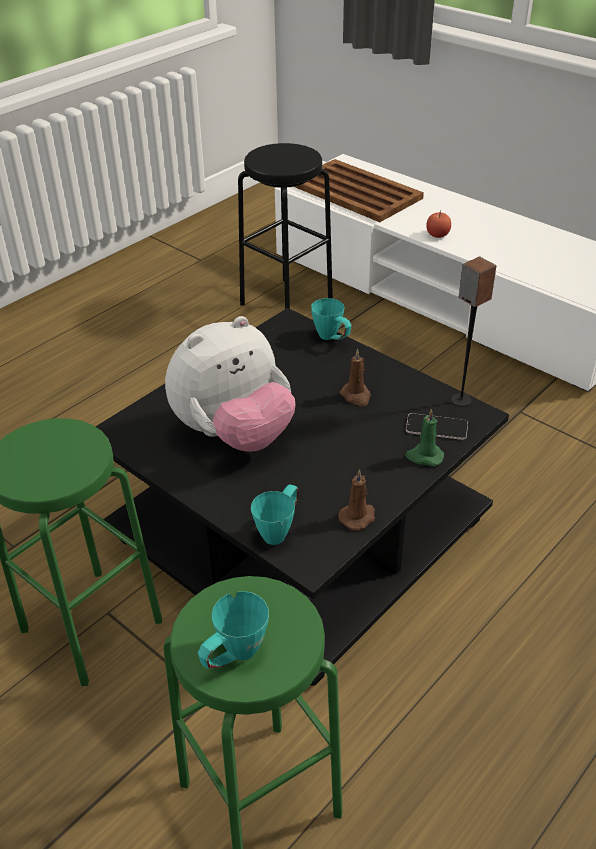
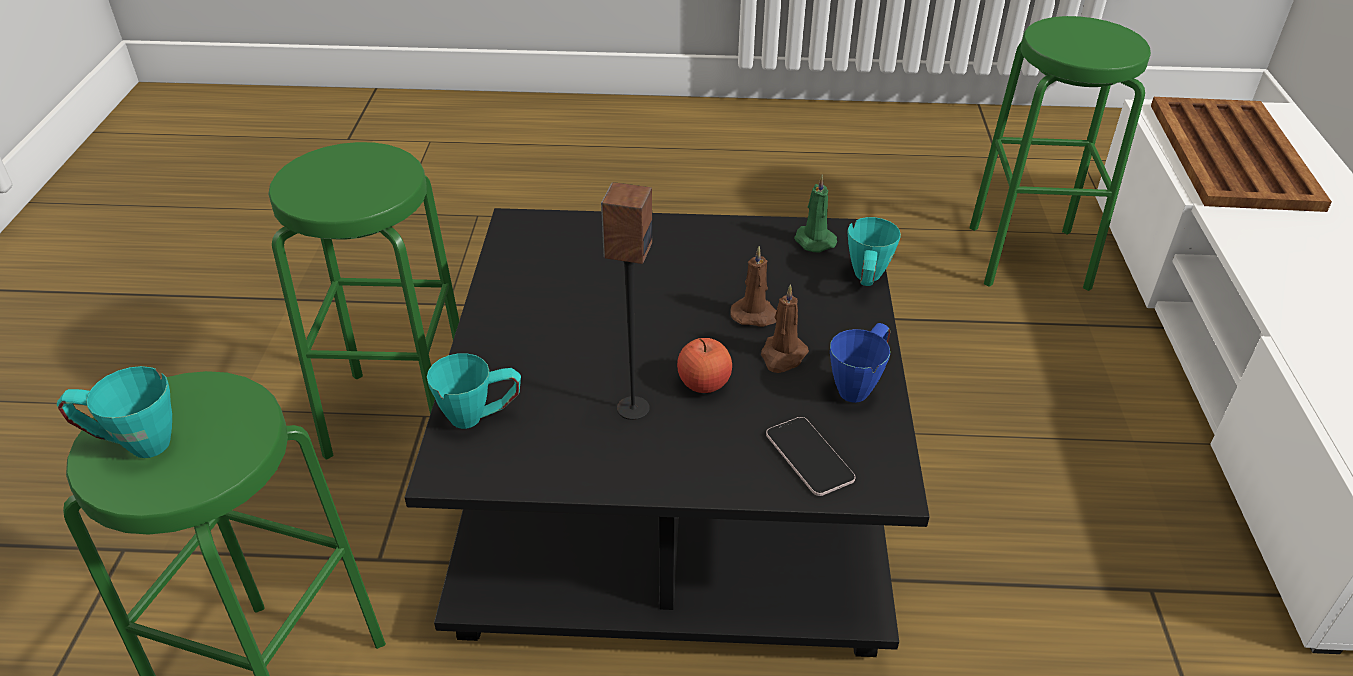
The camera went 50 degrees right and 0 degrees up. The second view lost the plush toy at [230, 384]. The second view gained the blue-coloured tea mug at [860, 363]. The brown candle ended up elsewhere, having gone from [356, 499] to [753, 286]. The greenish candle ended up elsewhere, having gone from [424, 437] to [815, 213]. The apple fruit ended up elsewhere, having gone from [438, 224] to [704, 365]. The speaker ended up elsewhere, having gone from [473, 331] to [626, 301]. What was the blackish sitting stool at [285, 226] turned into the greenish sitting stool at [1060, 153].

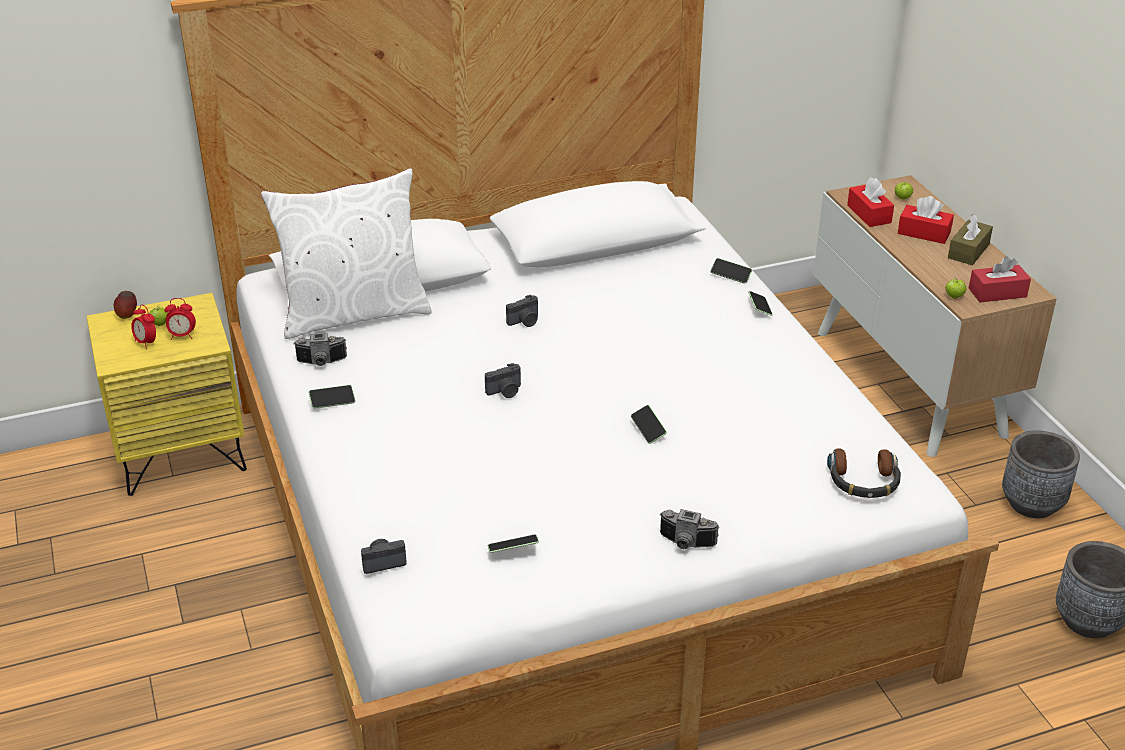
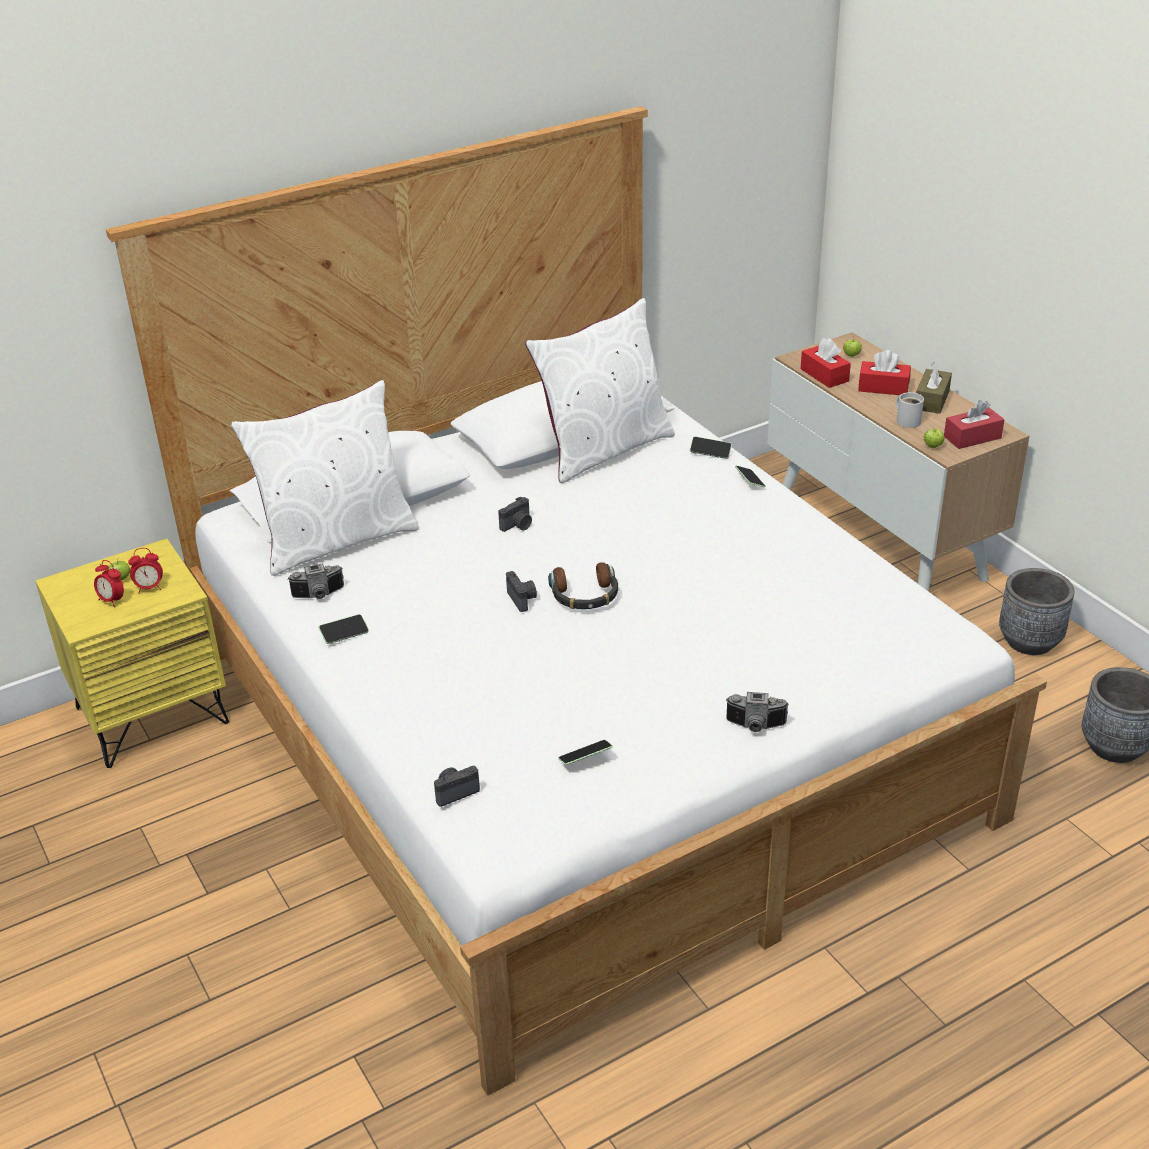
The camera went 10 degrees left and 0 degrees up. The second view lost the apple fruit at [125, 305]. The second view lost the telephone at [649, 424]. The second view gained the whitish throw pillow at [600, 390]. The second view gained the whitish tea mug at [910, 410]. The headphones ended up elsewhere, having gone from [864, 473] to [583, 585]. The still camera at [503, 380] ended up facing another way, 75 degrees counterclockwise from before.

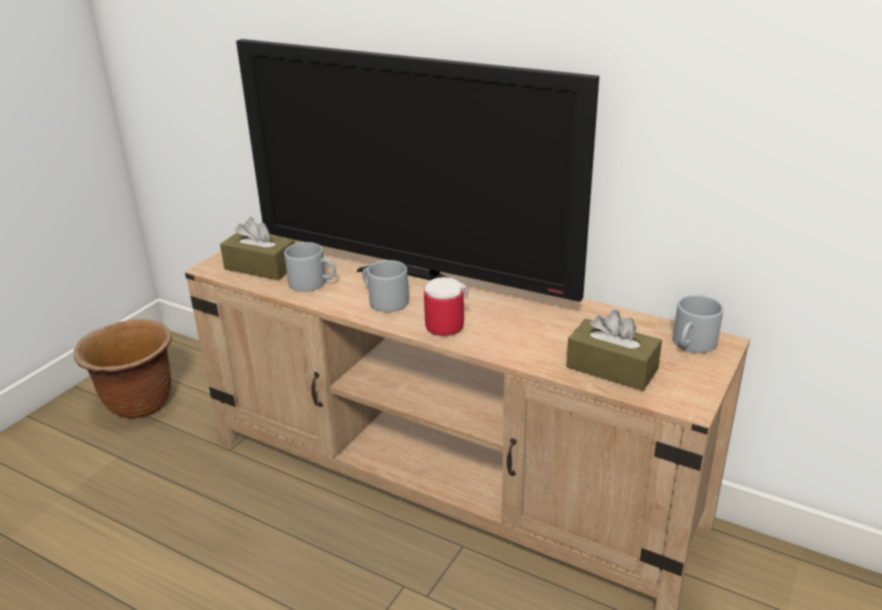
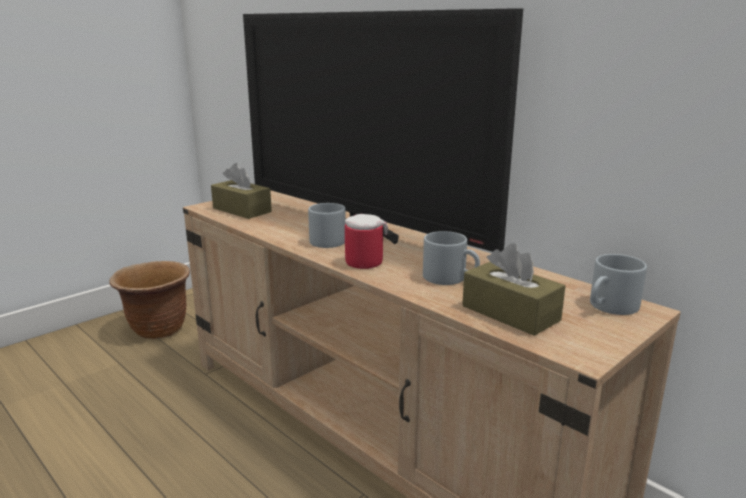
The camera went 15 degrees right and 10 degrees down. The greyish tea mug ended up elsewhere, having gone from [310, 267] to [451, 258].

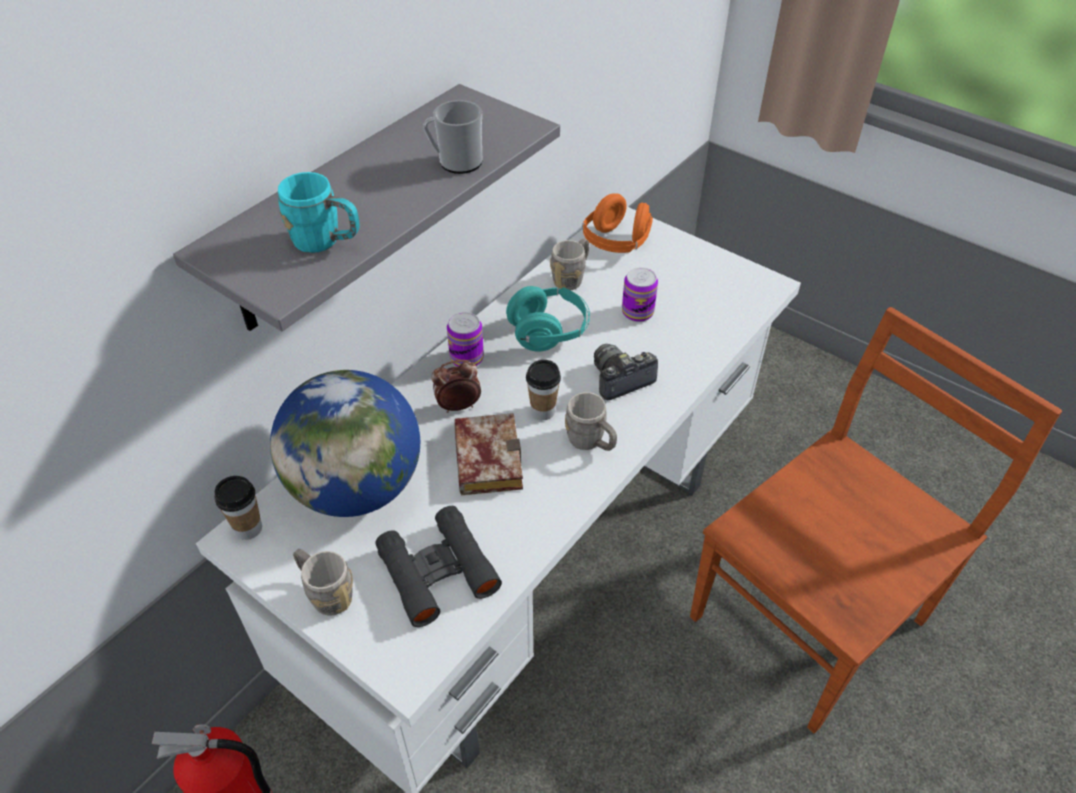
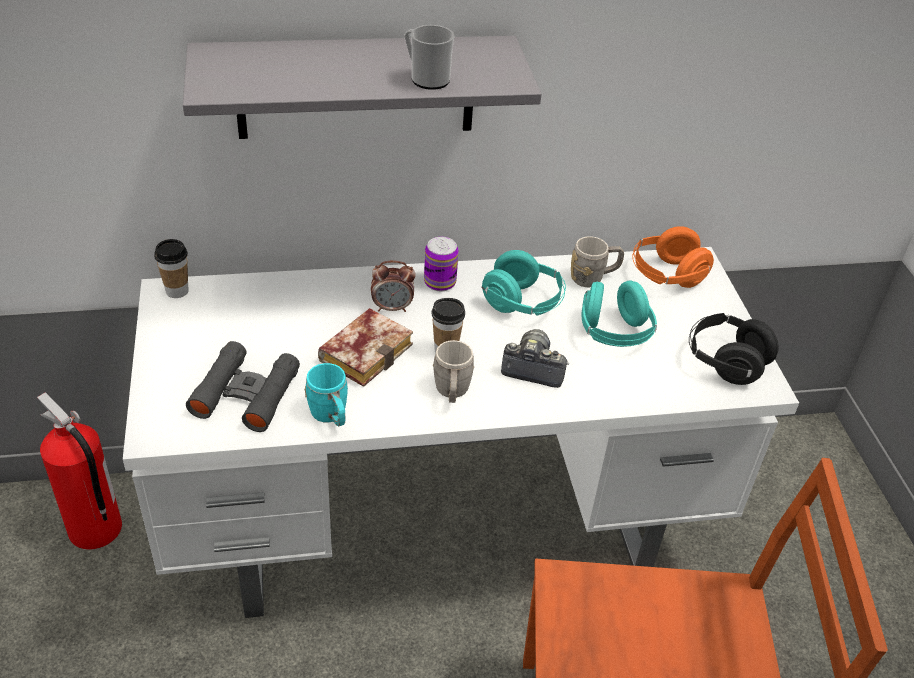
The camera went 40 degrees right and 5 degrees down. The second view lost the desk globe at [345, 443]. The second view lost the greyish tea mug at [323, 582]. The second view gained the blackish headphones at [734, 349]. The turquoise-coloured tea mug ended up elsewhere, having gone from [319, 212] to [326, 394]. Where the sealed can stood at [640, 294], the turquoise-coloured headphones came to stand at [619, 313]. The alarm clock at [456, 386] ended up facing another way, 150 degrees clockwise from before.

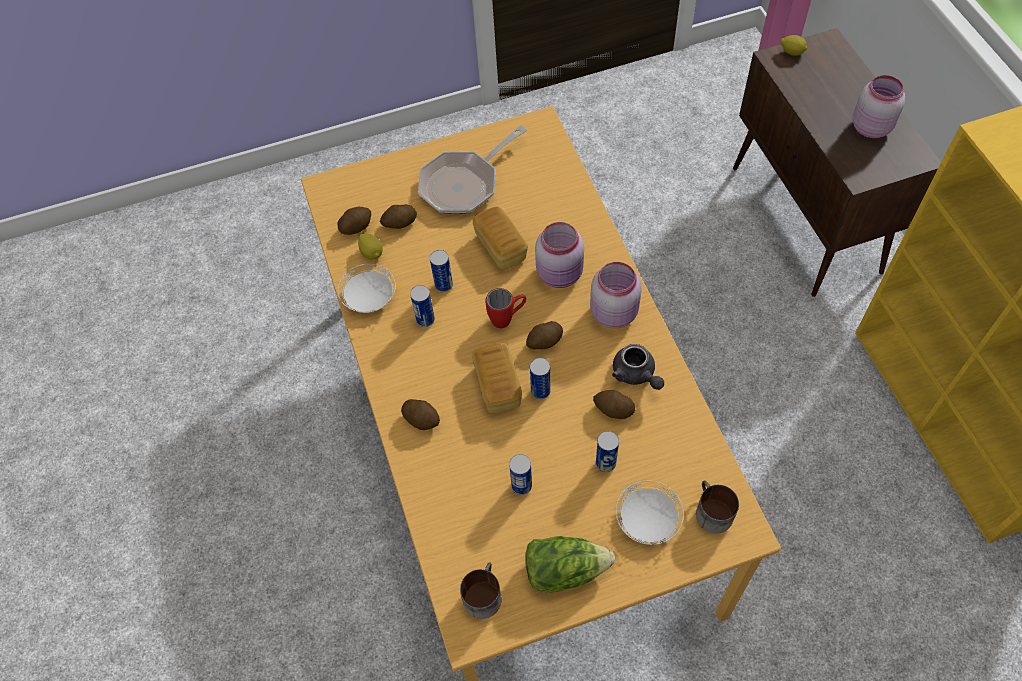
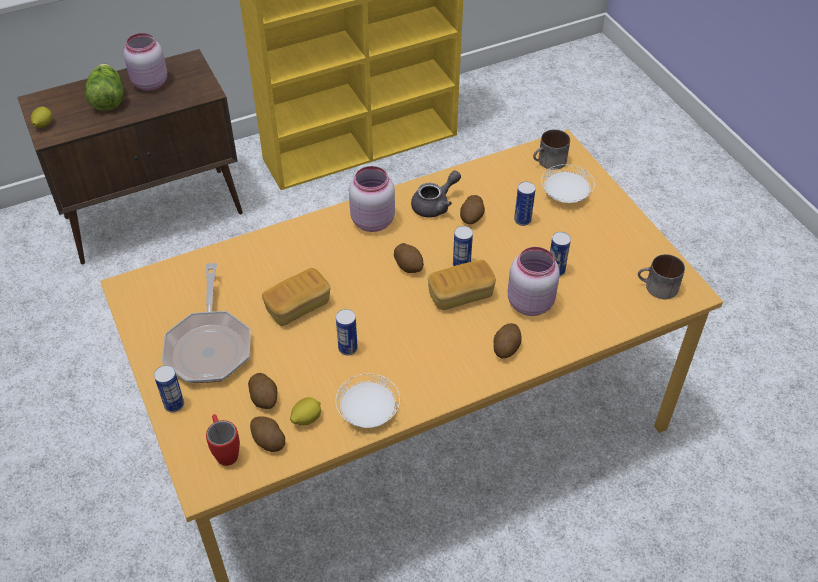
The camera went 100 degrees left and 10 degrees down. The sealed can ended up elsewhere, having gone from [422, 306] to [169, 388]. The red tea mug ended up elsewhere, having gone from [506, 308] to [223, 440]. The lettuce head ended up elsewhere, having gone from [570, 564] to [105, 87]. The pinkish storage jar ended up elsewhere, having gone from [559, 255] to [534, 281]. The frying pan at [472, 169] ended up facing another way, 45 degrees clockwise from before.

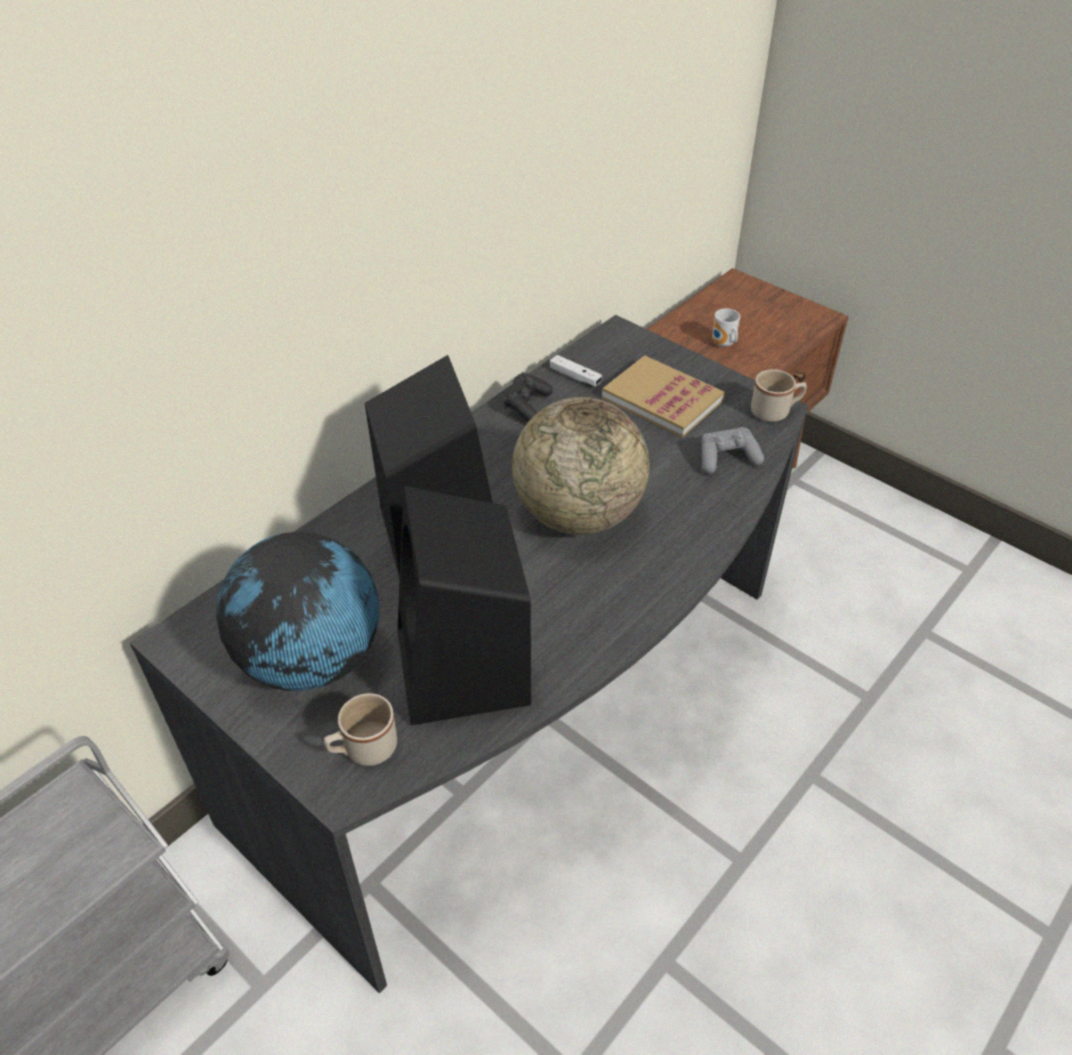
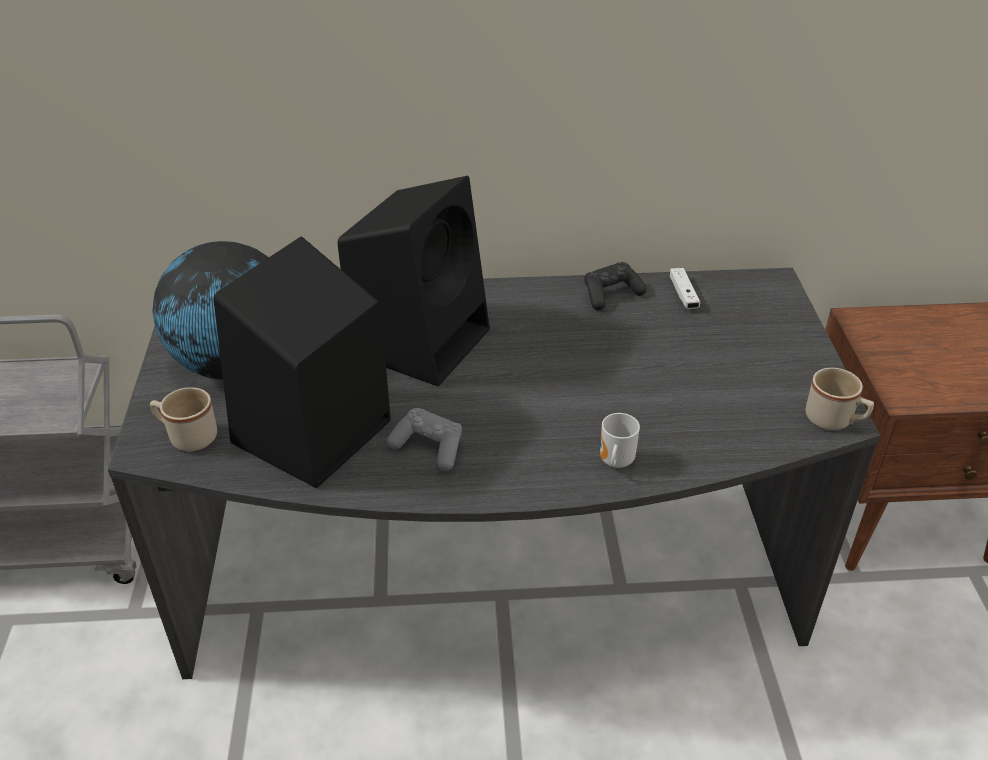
The camera went 45 degrees right and 5 degrees down. The second view lost the desk globe at [581, 466]. The second view lost the volume at [663, 396]. The greyish game controller ended up elsewhere, having gone from [732, 450] to [424, 439]. The tea mug ended up elsewhere, having gone from [726, 327] to [620, 440].

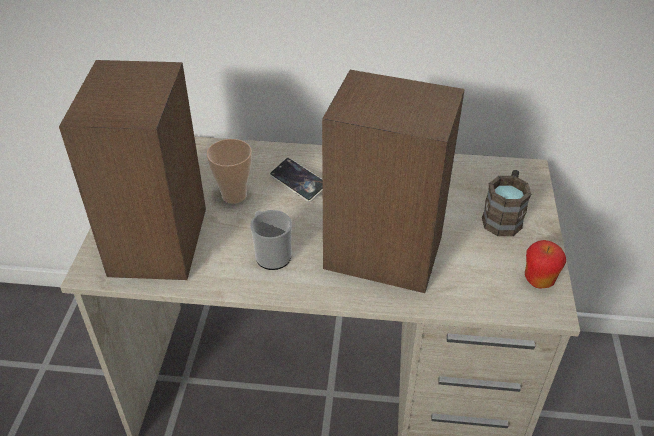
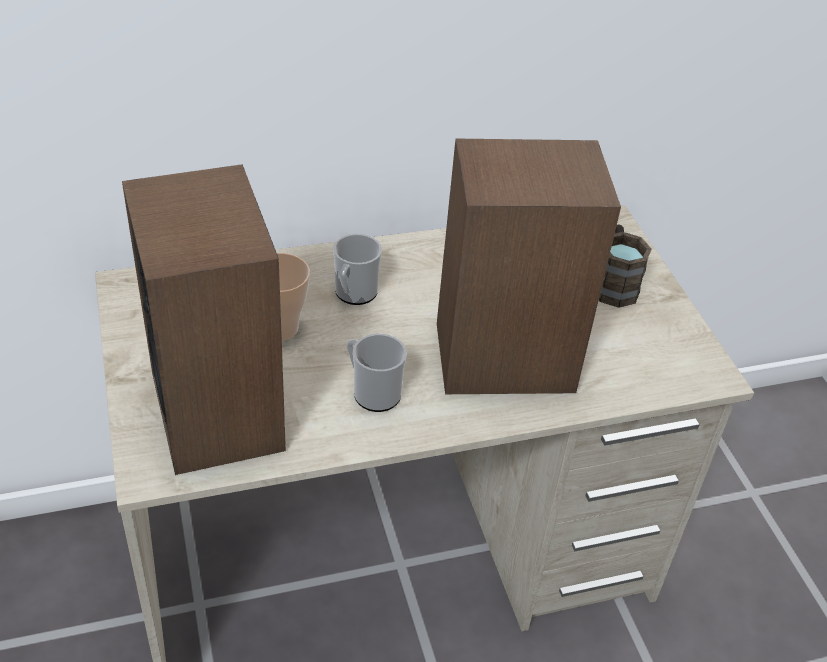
The camera went 25 degrees left and 0 degrees up. The second view lost the apple fruit at [545, 264]. Where the telephone stood at [296, 180], the tea mug came to stand at [357, 269].

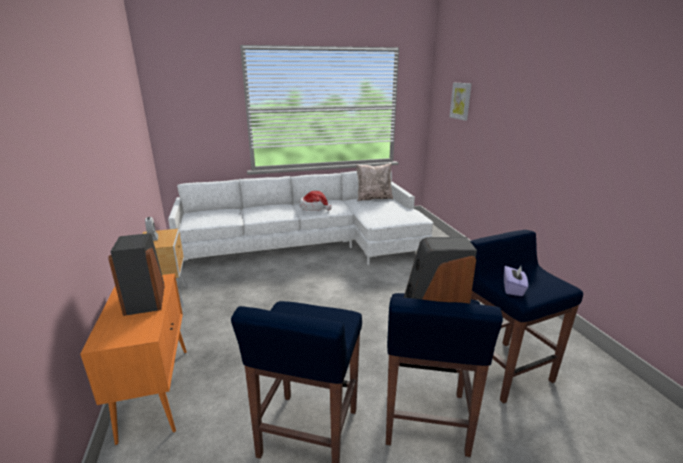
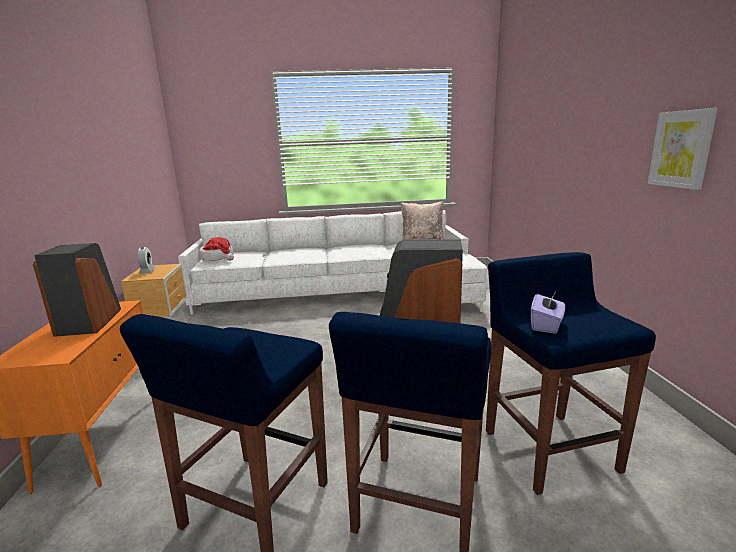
The camera went 10 degrees right and 5 degrees down. The wearable hat ended up elsewhere, having gone from [315, 201] to [216, 249]. The picture ended up elsewhere, having gone from [461, 102] to [683, 149].

